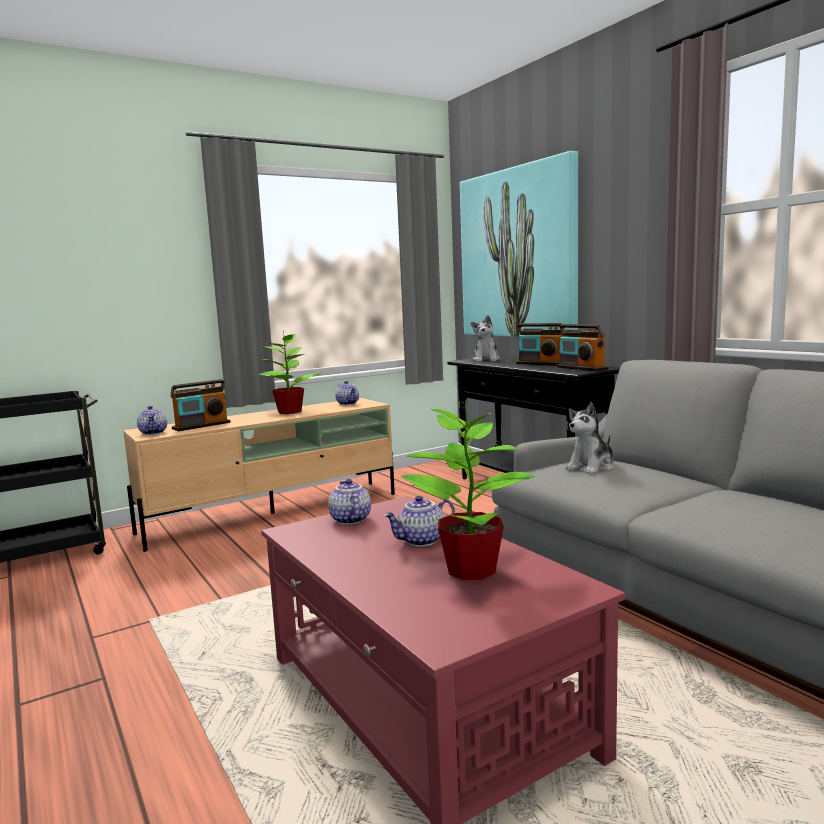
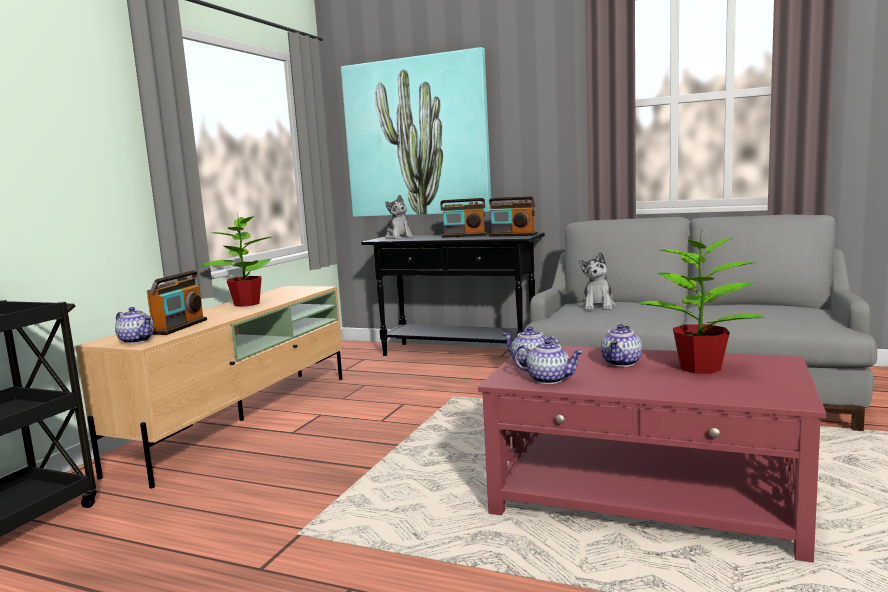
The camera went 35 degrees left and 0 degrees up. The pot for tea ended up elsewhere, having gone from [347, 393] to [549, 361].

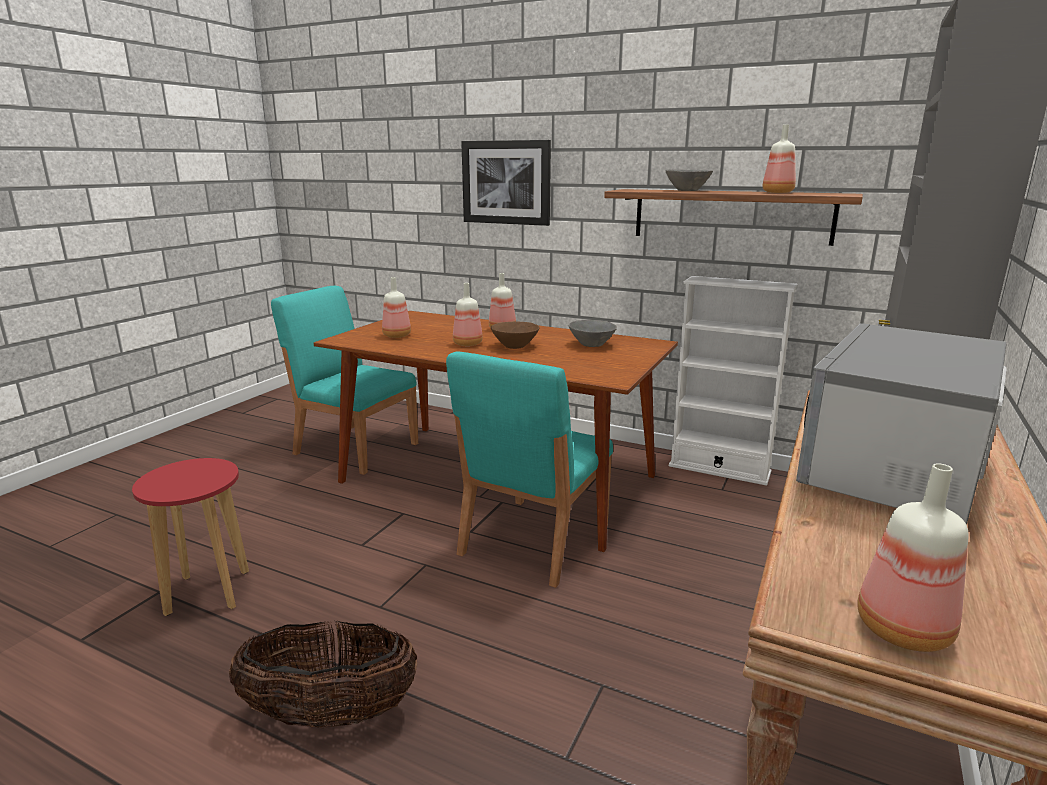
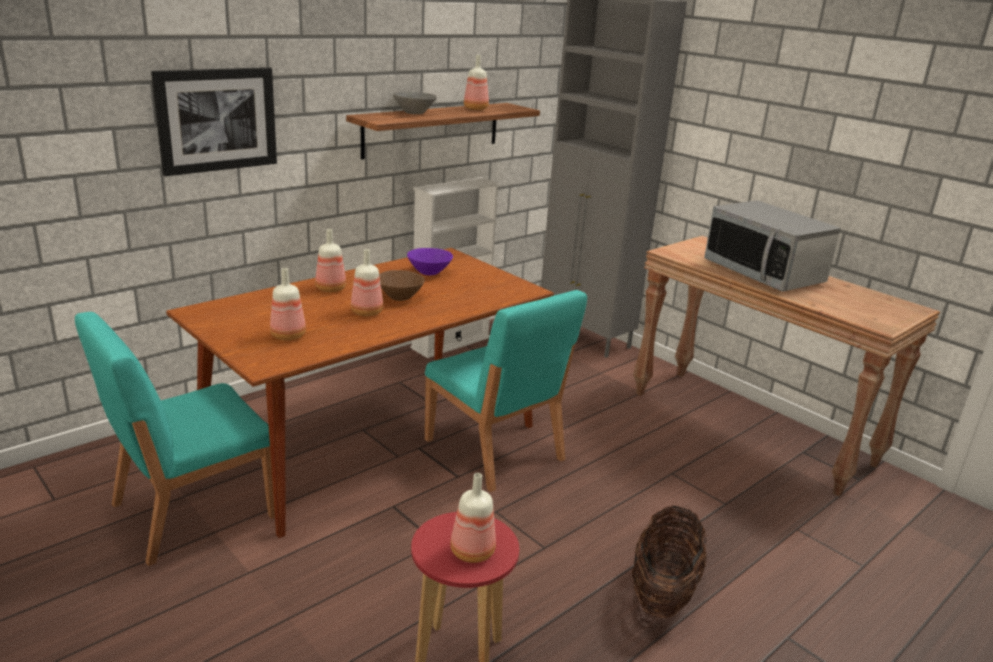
The camera went 70 degrees left and 5 degrees up. The beverage bottle ended up elsewhere, having gone from [912, 557] to [473, 518]. What was the greyish deep dish at [593, 333] turned into the purple-coloured deep dish at [430, 261].

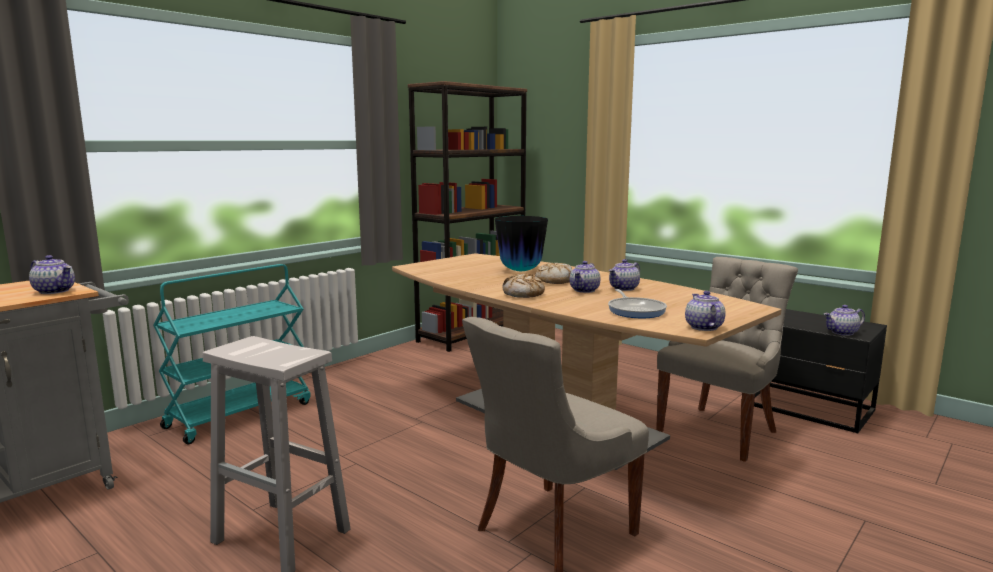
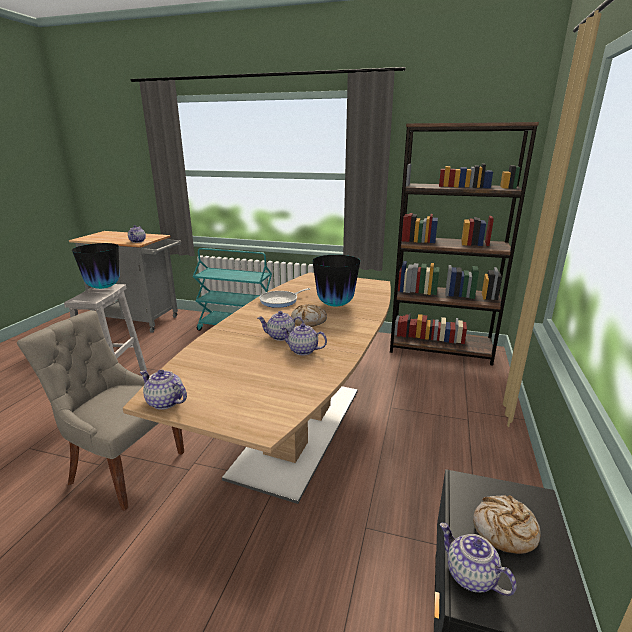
The camera went 65 degrees right and 10 degrees up. The second view lost the greyish plain chair at [727, 359]. The second view gained the vase at [96, 266]. The bread ended up elsewhere, having gone from [524, 285] to [507, 524]. The frying pan ended up elsewhere, having gone from [637, 303] to [285, 298]. The pot for tea at [705, 311] ended up facing another way, 120 degrees counterclockwise from before.

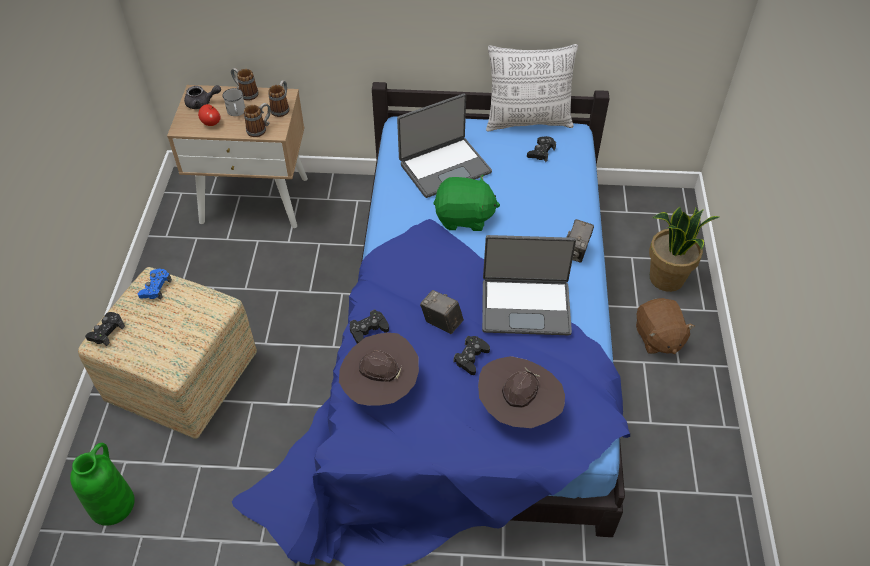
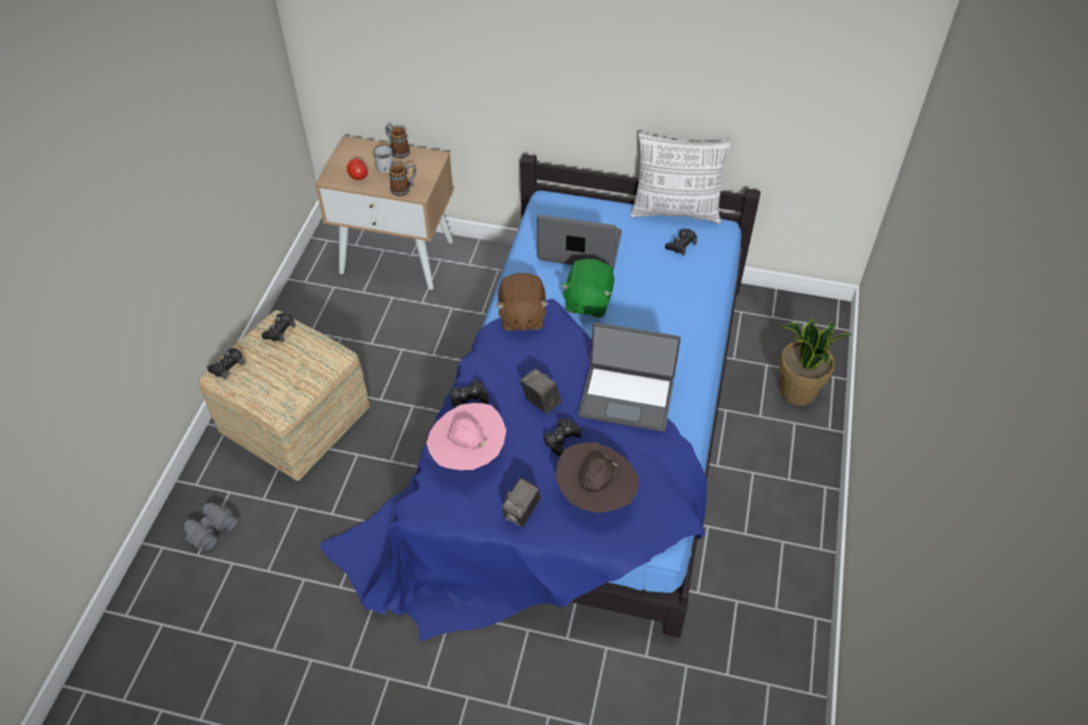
The camera went 10 degrees right and 0 degrees up. The second view lost the greyish pot for tea at [202, 97]. The second view lost the tea mug at [278, 98]. The still camera ended up elsewhere, having gone from [580, 241] to [521, 502]. The brown plush toy ended up elsewhere, having gone from [665, 326] to [522, 302]. Where the greenish vase stood at [102, 484], the greyish binoculars came to stand at [210, 527]. What was the blue-coloured game controller at [155, 284] turned into the blackish game controller at [278, 328]. What was the brown wearable hat at [379, 369] turned into the pinkish wearable hat at [466, 436]. The laptop at [444, 146] ended up facing another way, 150 degrees counterclockwise from before. The greenish plush toy at [466, 203] ended up facing another way, 90 degrees clockwise from before.

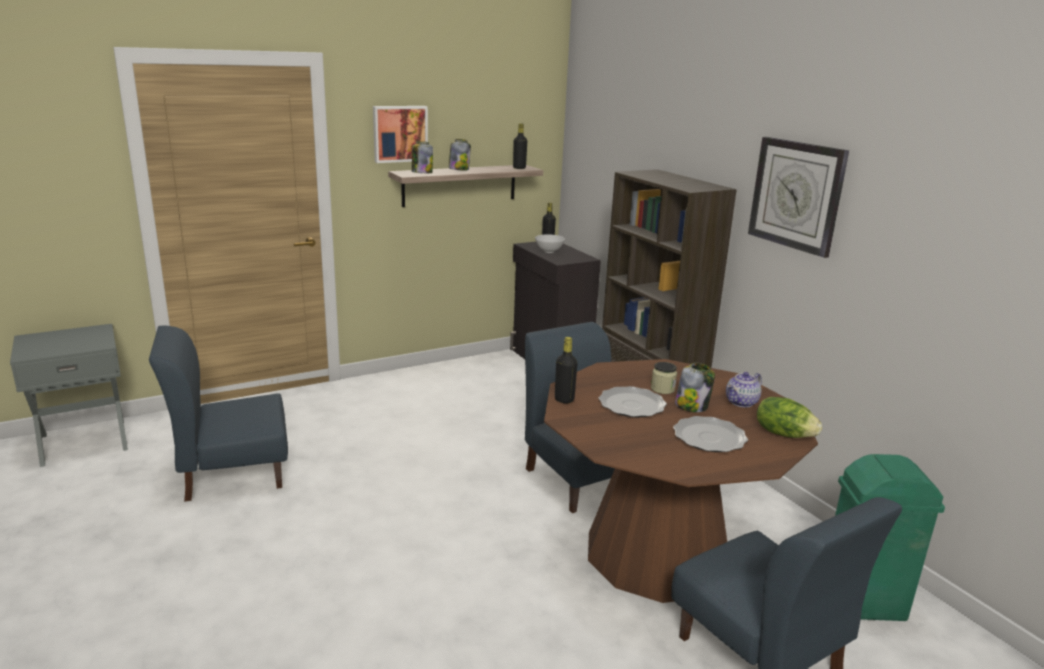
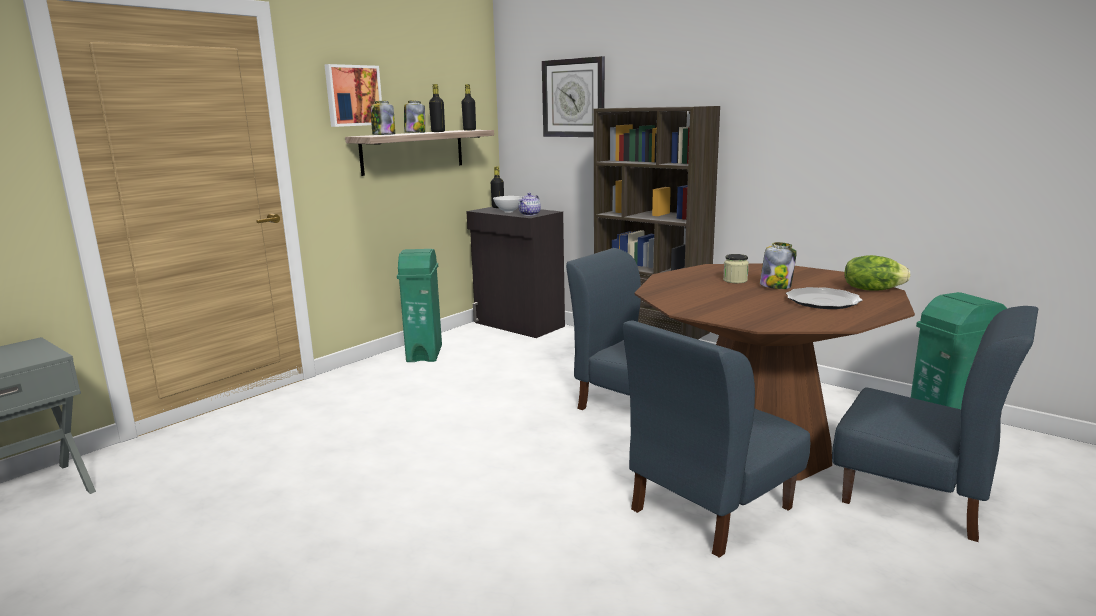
The camera went 20 degrees left and 5 degrees down. The second view lost the dinner plate at [632, 401]. The second view gained the greenish rubbish bin at [419, 305]. The blue-coloured plain chair ended up elsewhere, having gone from [218, 414] to [716, 439]. The blackish beverage bottle ended up elsewhere, having gone from [566, 370] to [437, 108]. The pot for tea ended up elsewhere, having gone from [744, 390] to [529, 204]. The wall clock ended up elsewhere, having gone from [798, 197] to [573, 96].

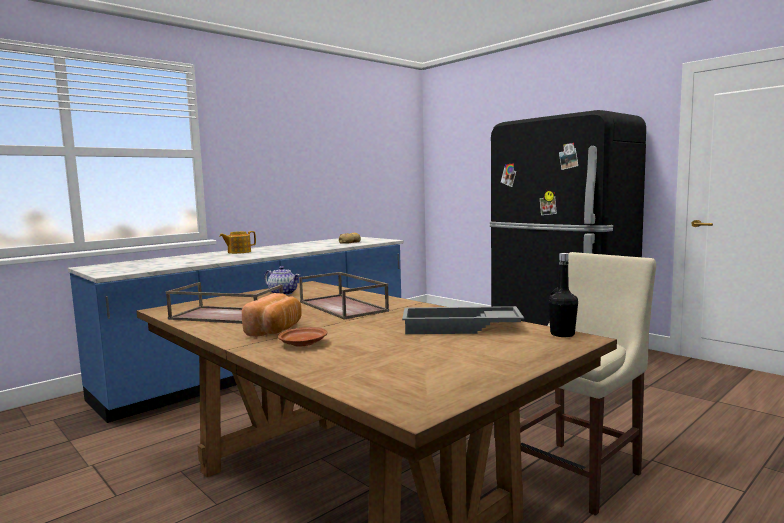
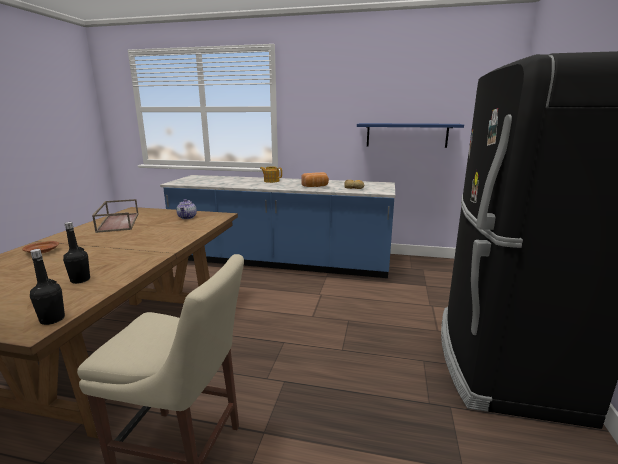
The camera went 55 degrees right and 10 degrees up. The second view lost the brown carrying tray at [344, 296]. The second view gained the blue-coloured bracket shelf at [410, 135]. The bread ended up elsewhere, having gone from [272, 314] to [315, 179]. Where the greyish carrying tray stood at [463, 320], the blackish beverage bottle came to stand at [76, 253].

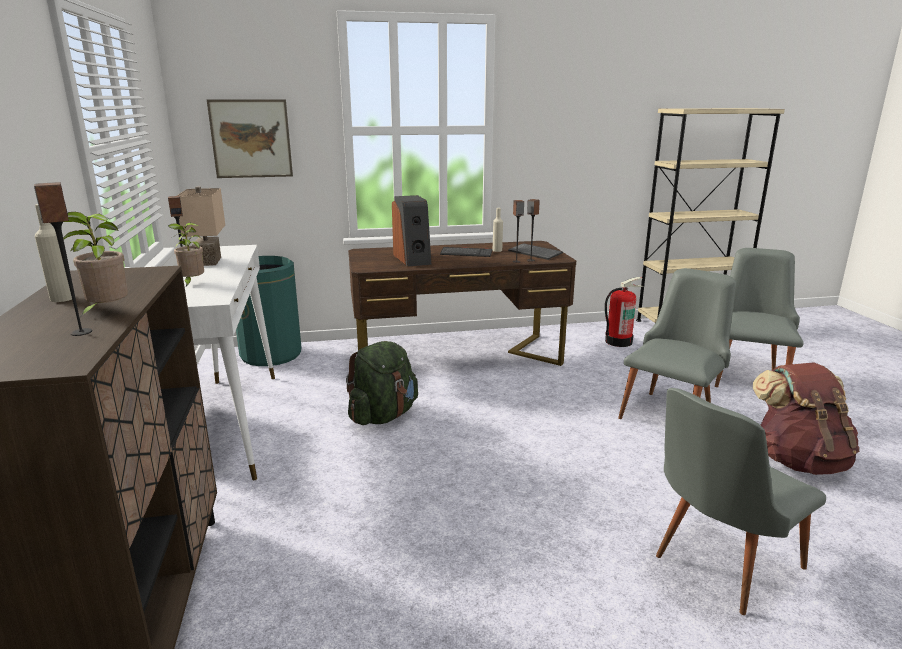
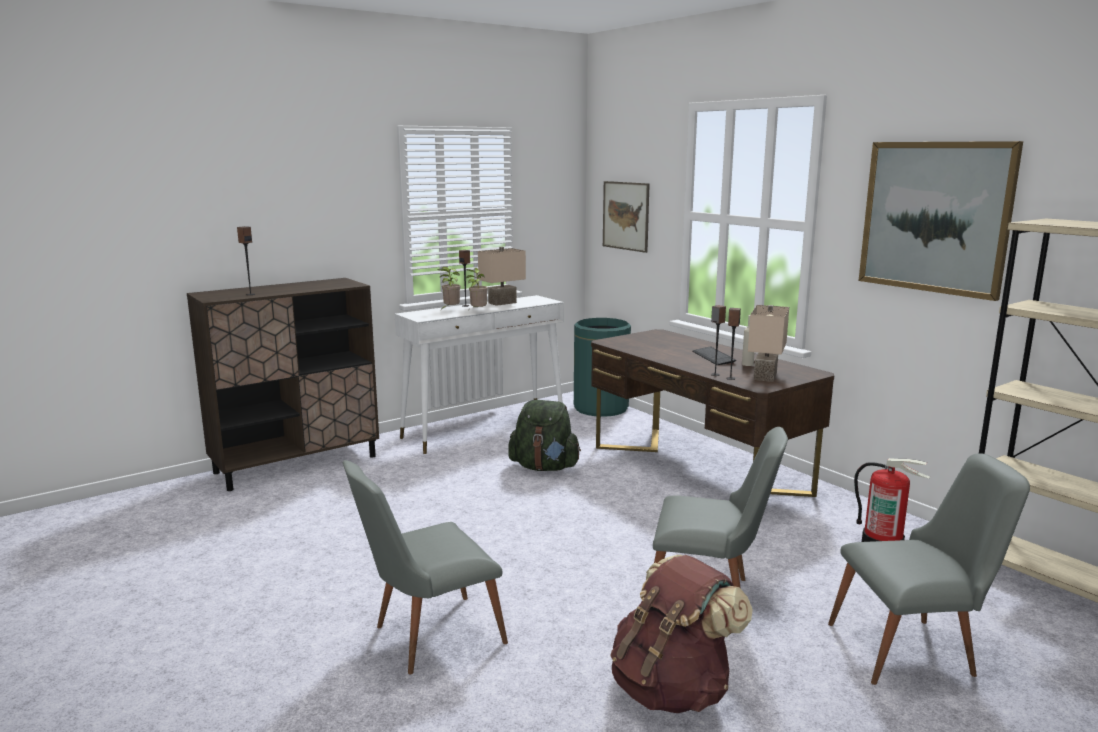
The camera went 65 degrees right and 5 degrees down. The second view lost the beige-coloured beverage bottle at [53, 253]. The second view lost the speaker at [411, 231]. The second view gained the picture at [941, 221]. The potted plant ended up elsewhere, having gone from [95, 264] to [477, 287]. Where the keyboard stood at [535, 251], the beige-coloured table lamp came to stand at [768, 343]. The greyish plain chair at [741, 501] ended up facing another way, 60 degrees counterclockwise from before.

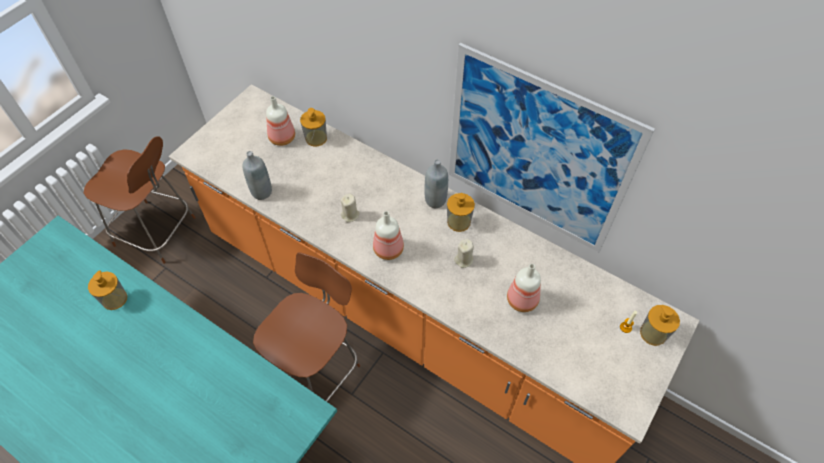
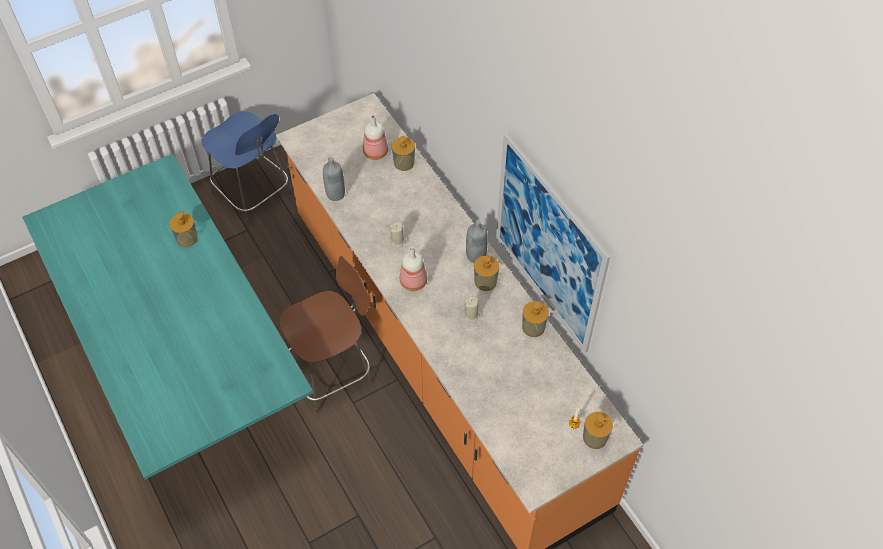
The camera went 25 degrees right and 0 degrees up. The second view lost the beverage bottle at [524, 288]. The second view gained the soap bottle at [535, 319]. What was the brown plain chair at [140, 200] turned into the blue-coloured plain chair at [246, 168].

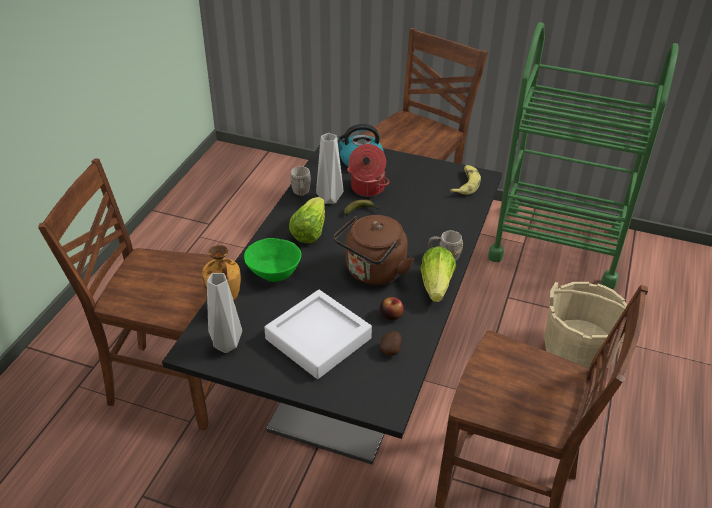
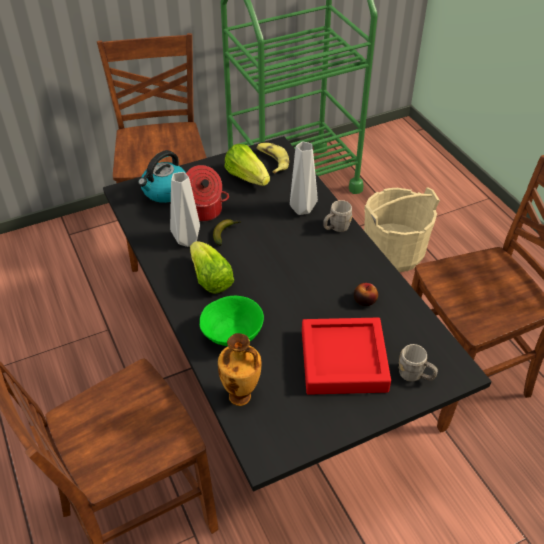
The camera went 45 degrees left and 5 degrees up. The second view lost the brown kettle at [374, 250]. The second view lost the potato at [391, 343]. The greyish vase ended up elsewhere, having gone from [224, 313] to [304, 178]. The greyish tea mug ended up elsewhere, having gone from [300, 181] to [418, 363]. The lettuce head ended up elsewhere, having gone from [438, 274] to [247, 165]. What was the whitish carrying tray at [318, 334] turned into the red carrying tray at [346, 356].

